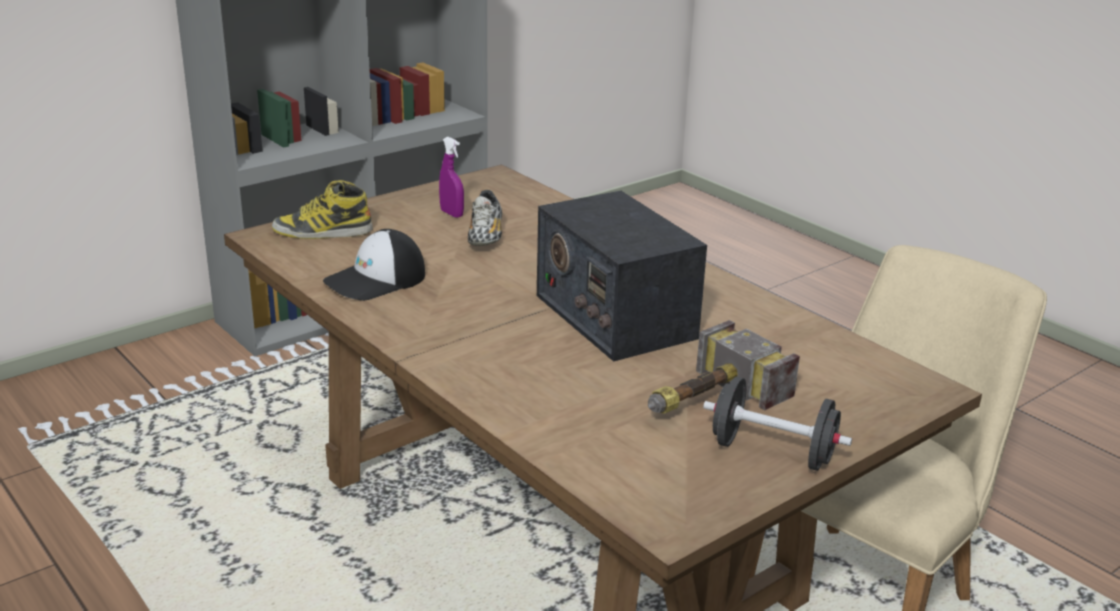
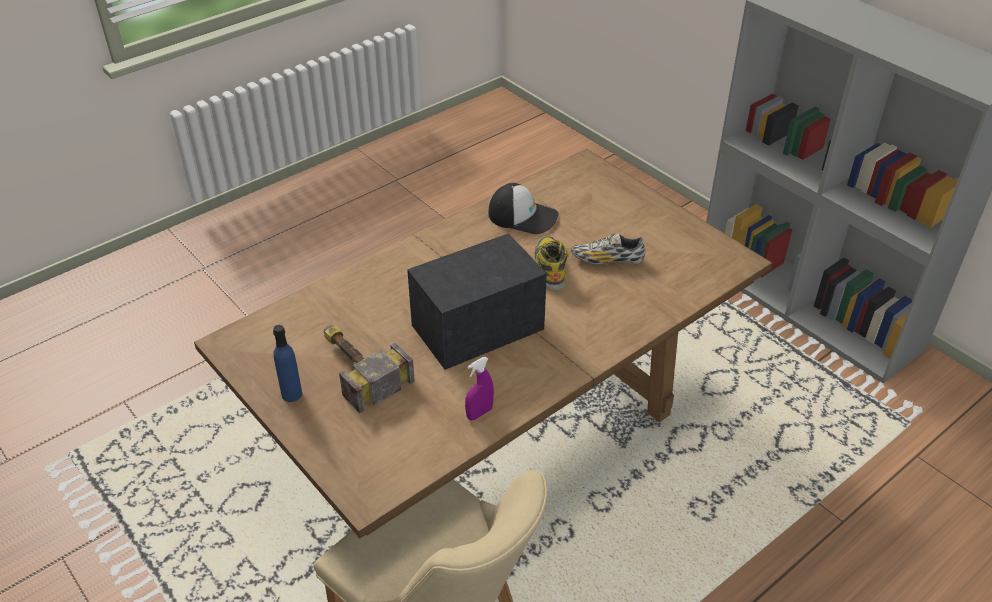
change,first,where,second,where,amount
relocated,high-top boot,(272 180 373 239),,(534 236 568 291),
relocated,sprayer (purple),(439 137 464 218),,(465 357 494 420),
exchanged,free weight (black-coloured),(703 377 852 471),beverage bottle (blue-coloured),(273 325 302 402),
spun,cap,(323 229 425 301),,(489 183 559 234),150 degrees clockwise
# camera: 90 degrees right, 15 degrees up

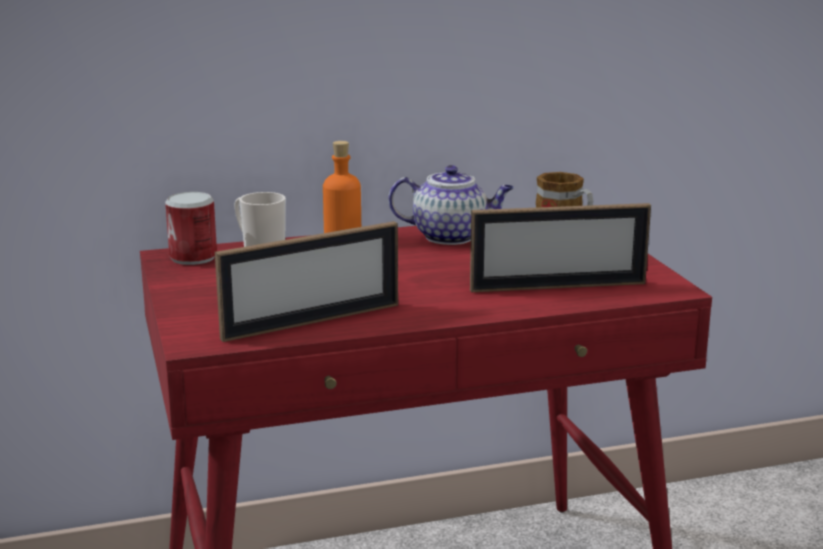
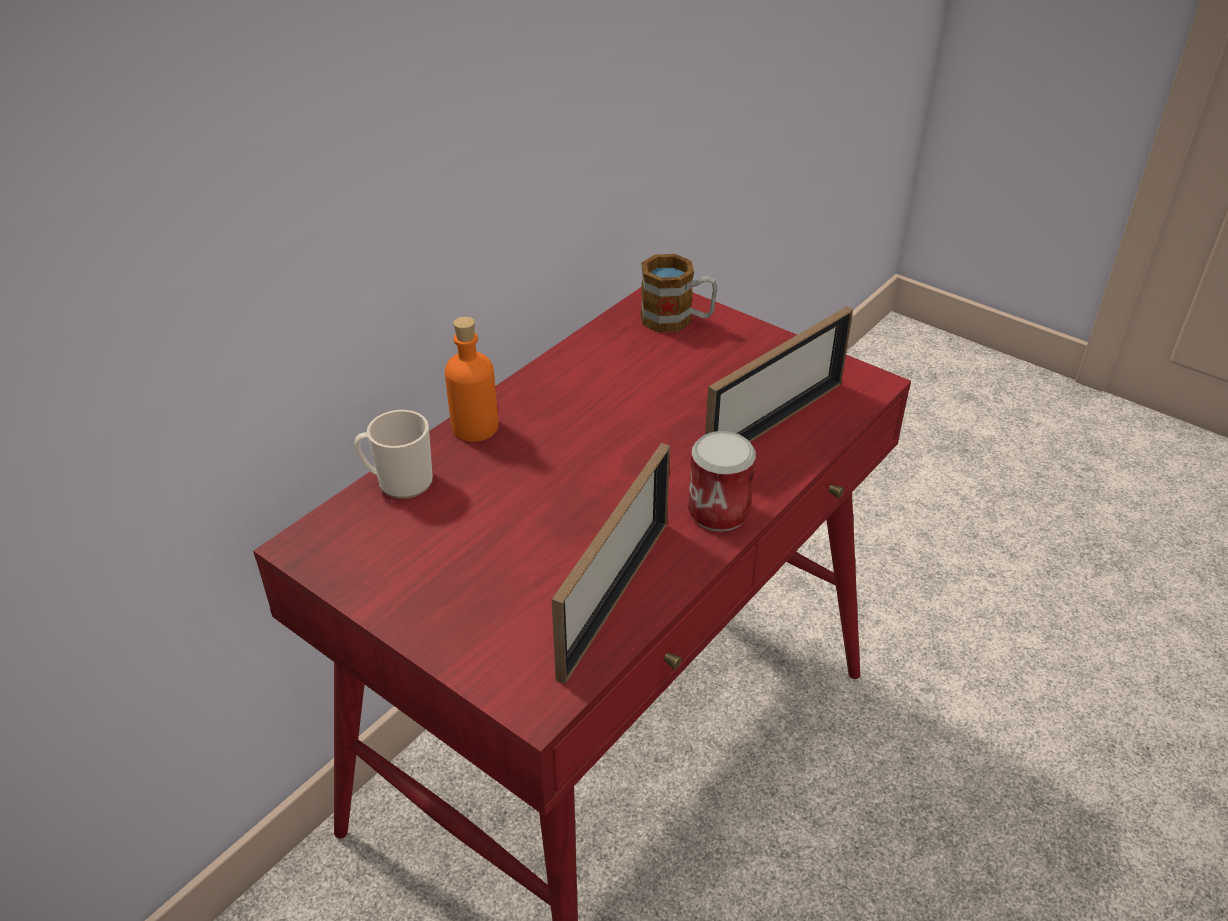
change,first,where,second,where,amount
missing,pot for tea,(389 165 514 245),,,
relocated,sealed can,(165 192 217 265),,(688 431 756 532),
# camera: 35 degrees left, 20 degrees up

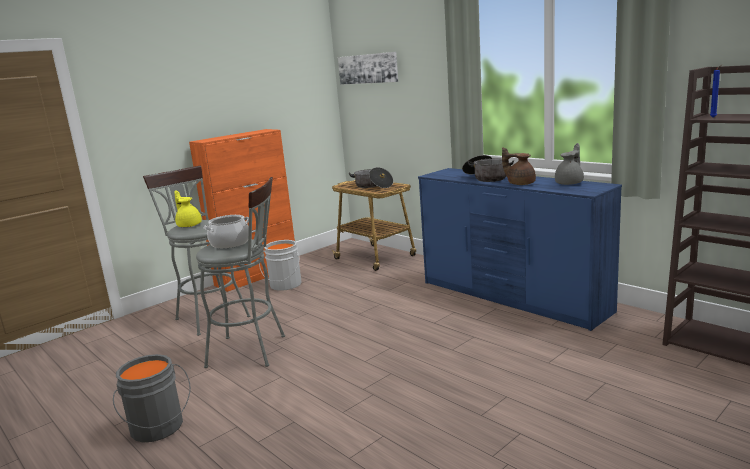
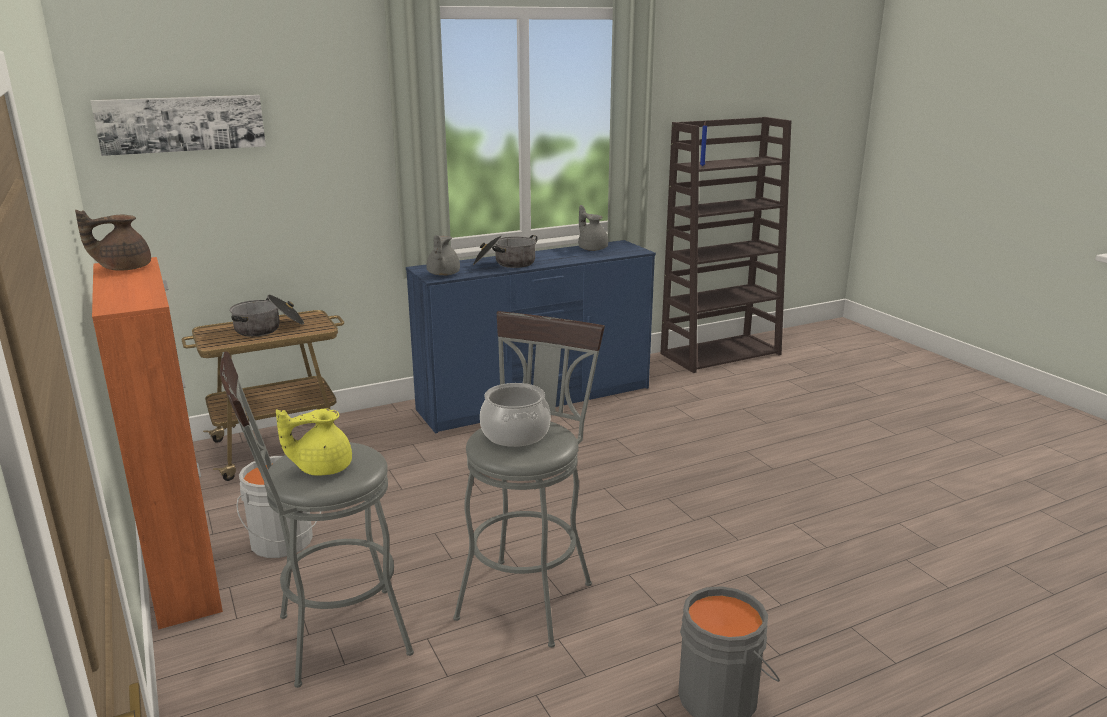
change,first,where,second,where,amount
appeared,,,pot for tea (gray),(426 235 460 276),
relocated,pot for tea (brown),(502 147 536 185),,(75 210 151 271),
# camera: 75 degrees left, 5 degrees up

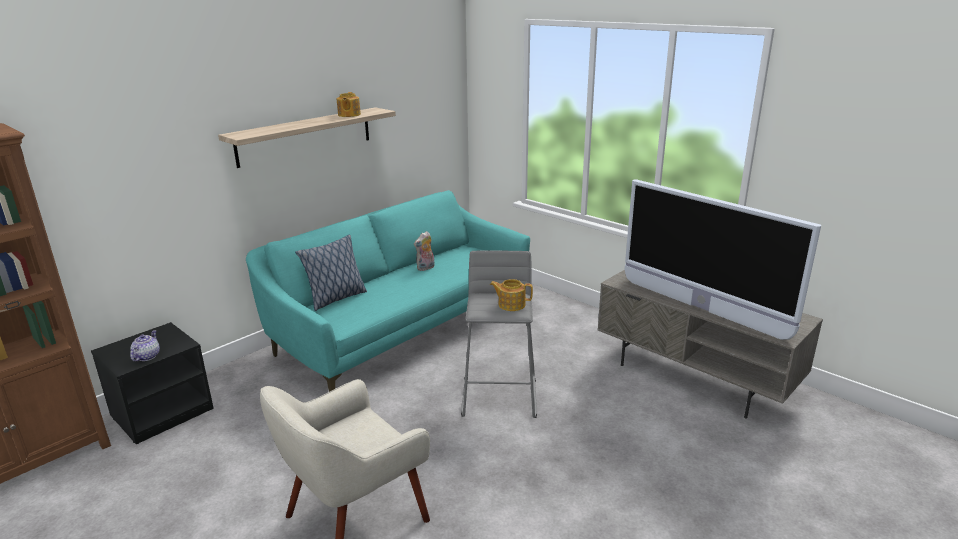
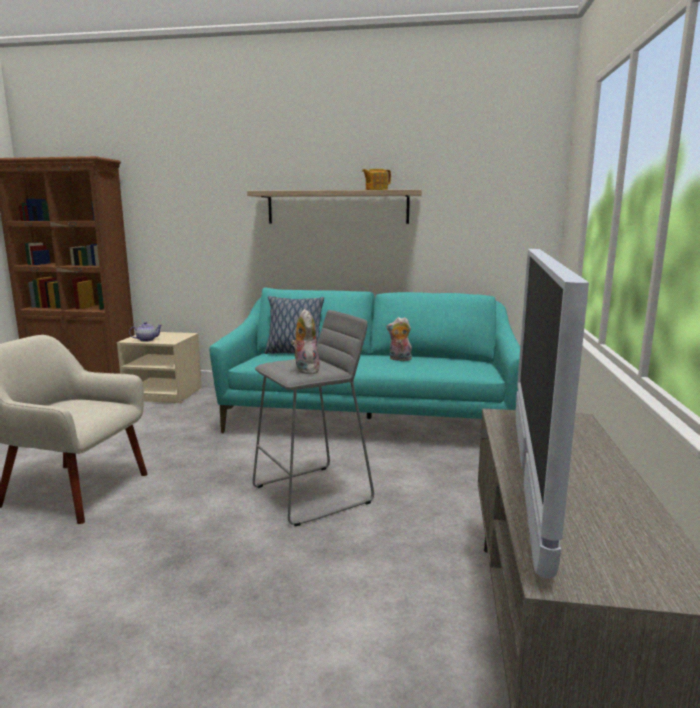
change,first,where,second,where,amount
exchanged,pot for tea,(490 279 533 311),soft toy,(291 309 320 374),
colour,nightstand (black-coloured),(91 322 214 445),nightstand (beige-coloured),(117 332 202 403),
# camera: 55 degrees right, 10 degrees down

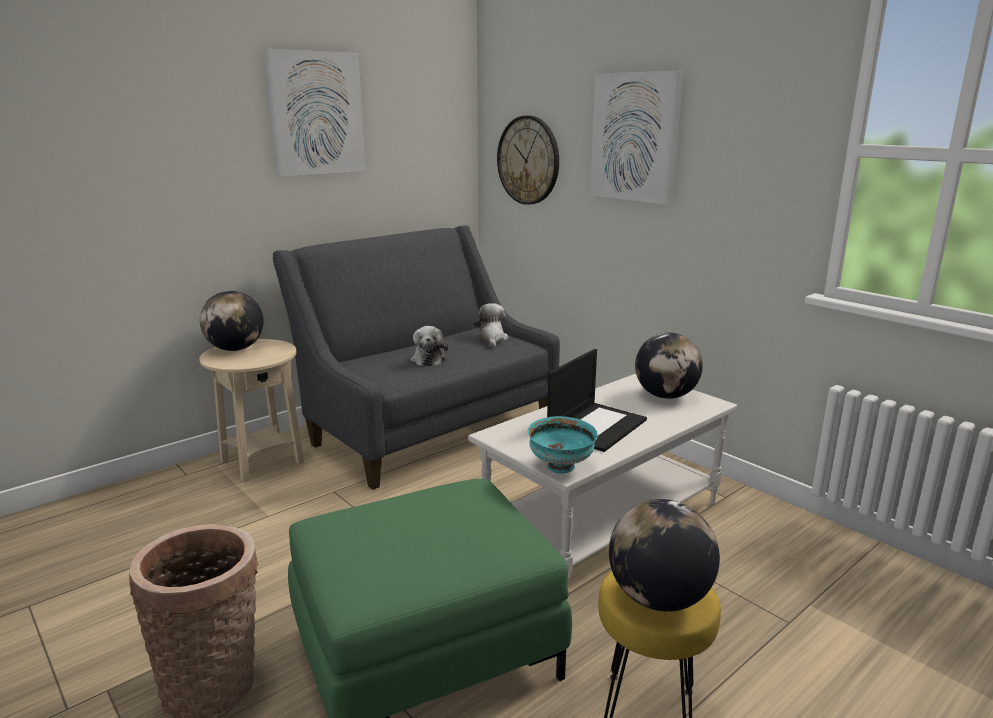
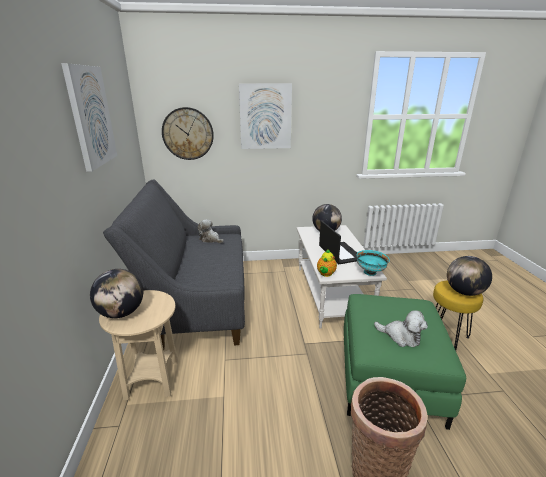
change,first,where,second,where,amount
appeared,,,pot for tea,(317 249 337 277),
relocated,soft toy,(411 326 448 366),,(374 310 428 347),
# camera: 55 degrees left, 5 degrees up

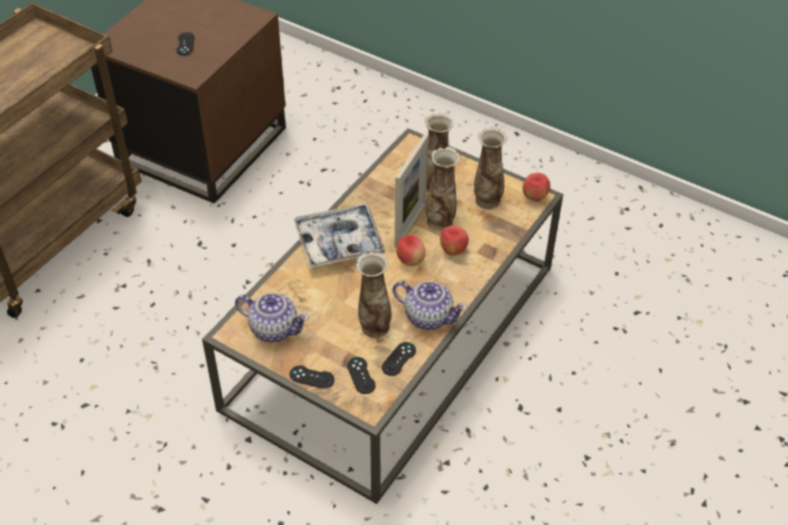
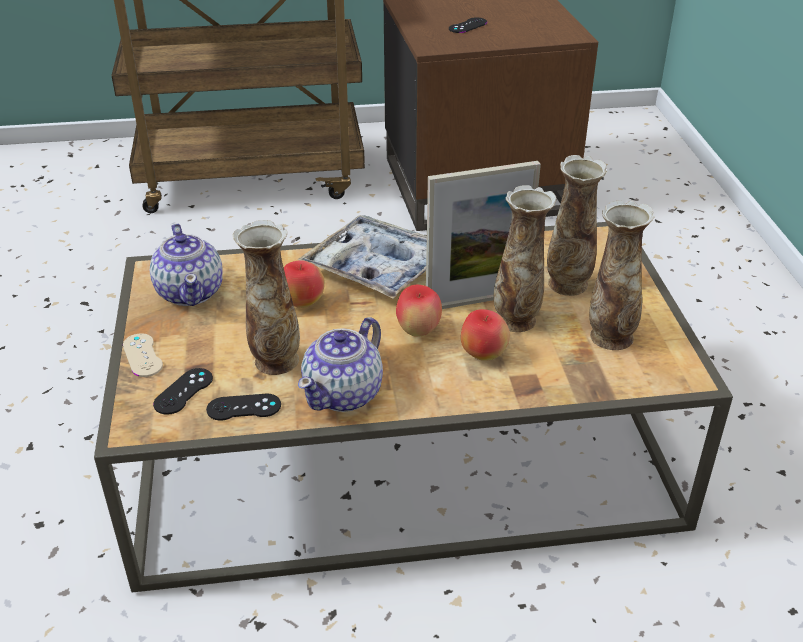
change,first,where,second,where,amount
relocated,apple fruit,(523 173 550 201),,(284 260 325 308),
colour,joypad (black-coloured),(289 365 335 389),joypad (beige-coloured),(123 333 163 377),
spun,pot for tea,(392 281 467 330),,(298 317 383 412),45 degrees clockwise
# camera: 50 degrees right, 10 degrees down

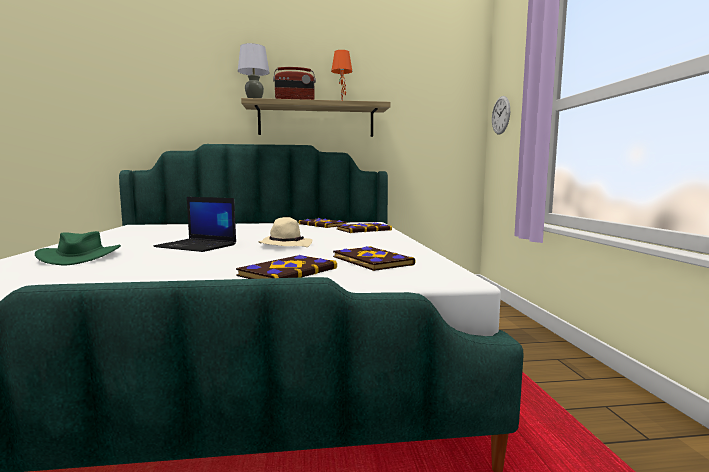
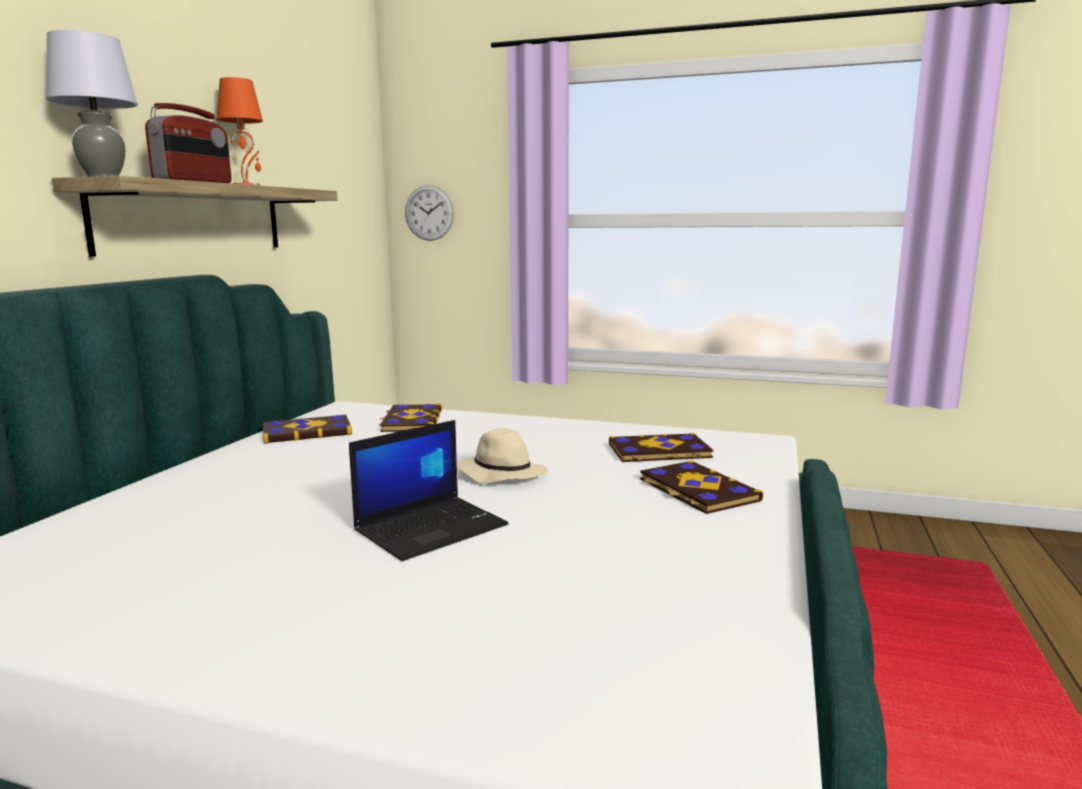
change,first,where,second,where,amount
missing,wearable hat (greenish),(35 231 121 265),,,
# camera: 65 degrees left, 5 degrees up

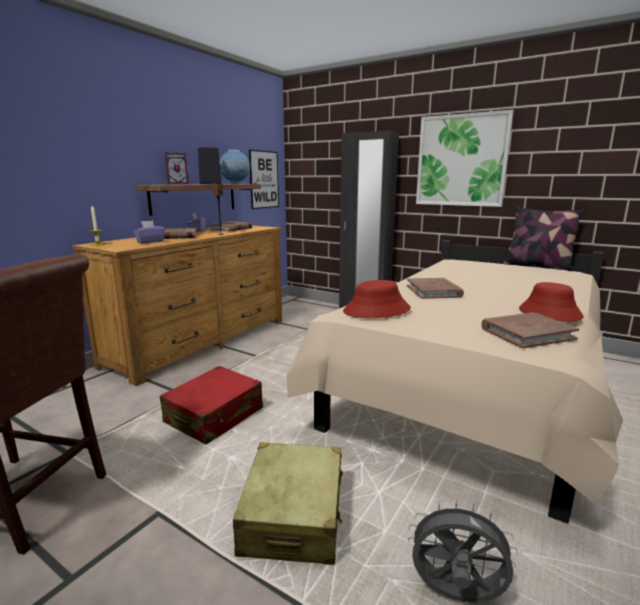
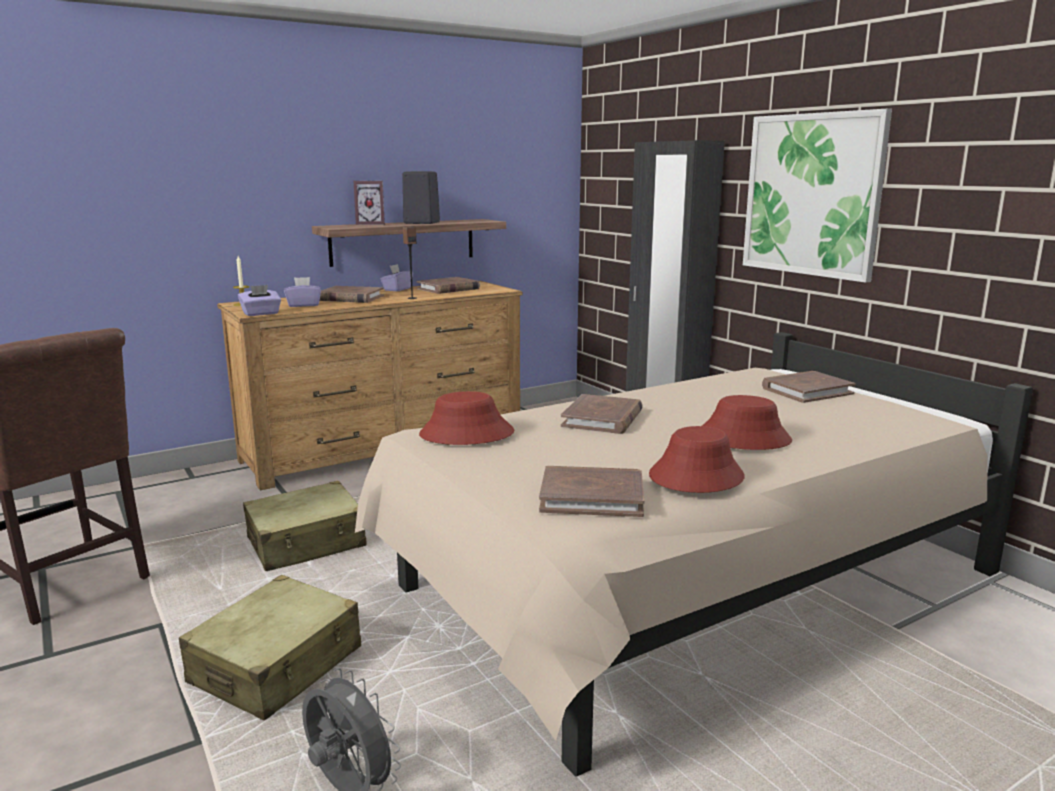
change,first,where,second,where,amount
missing,desk globe,(219 149 250 184),,,
missing,wall picture,(249 150 279 209),,,
missing,pillow,(503 206 584 271),,,
appeared,,,tissue holder (purple),(238 285 281 316),
appeared,,,wearable hat (red-coloured),(702 395 792 450),
appeared,,,volume (brown),(762 371 855 403),
colour,suitcase (red-coloured),(160 366 263 444),suitcase (beige-coloured),(243 481 367 571),
# camera: 25 degrees right, 0 degrees up

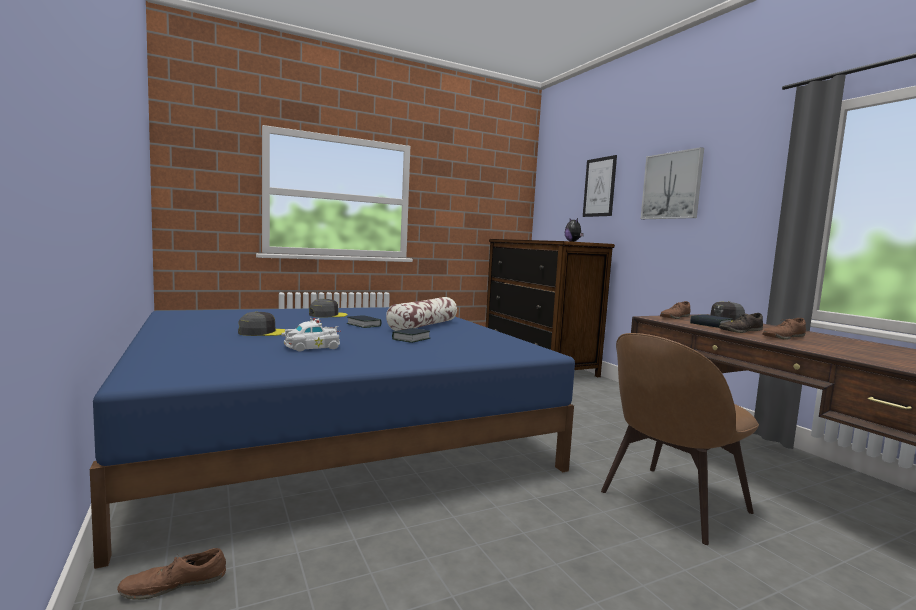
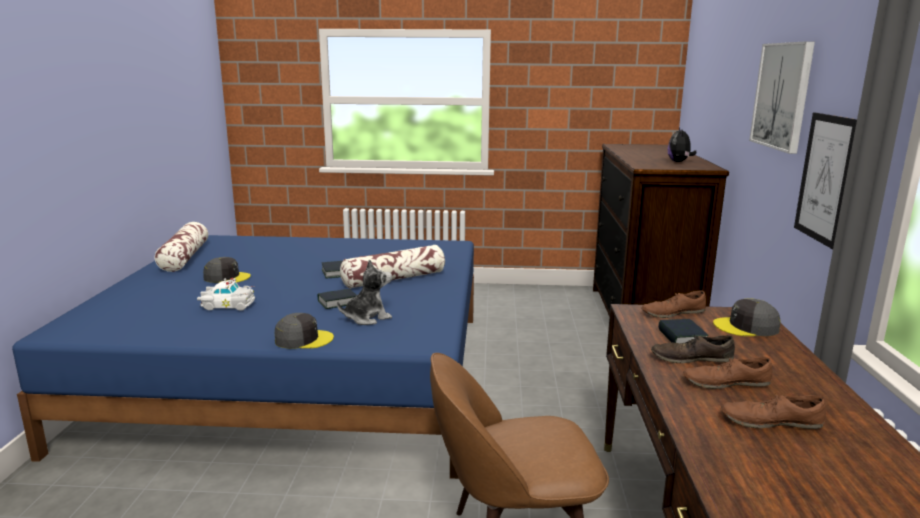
change,first,where,second,where,amount
appeared,,,pillow,(155 222 208 272),
appeared,,,soft toy,(337 259 392 325),
relocated,shoe (brown),(117 548 226 600),,(721 393 826 429),
relocated,cap (gray),(309 299 348 317),,(275 313 334 349),
relocated,wall picture,(583 155 617 217),,(794 113 857 249),
# camera: 30 degrees right, 10 degrees up

